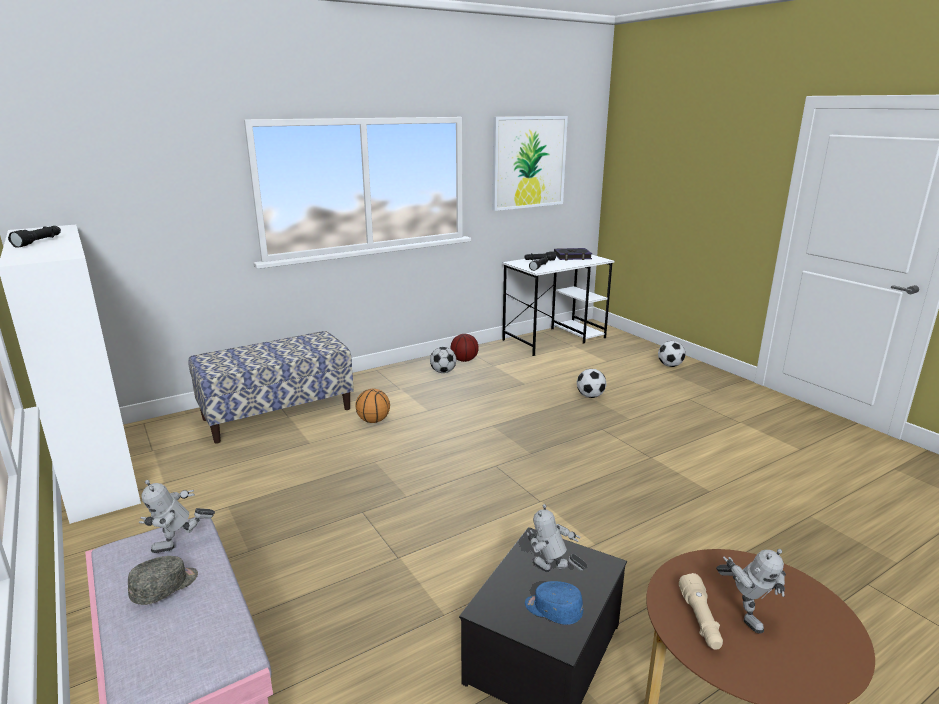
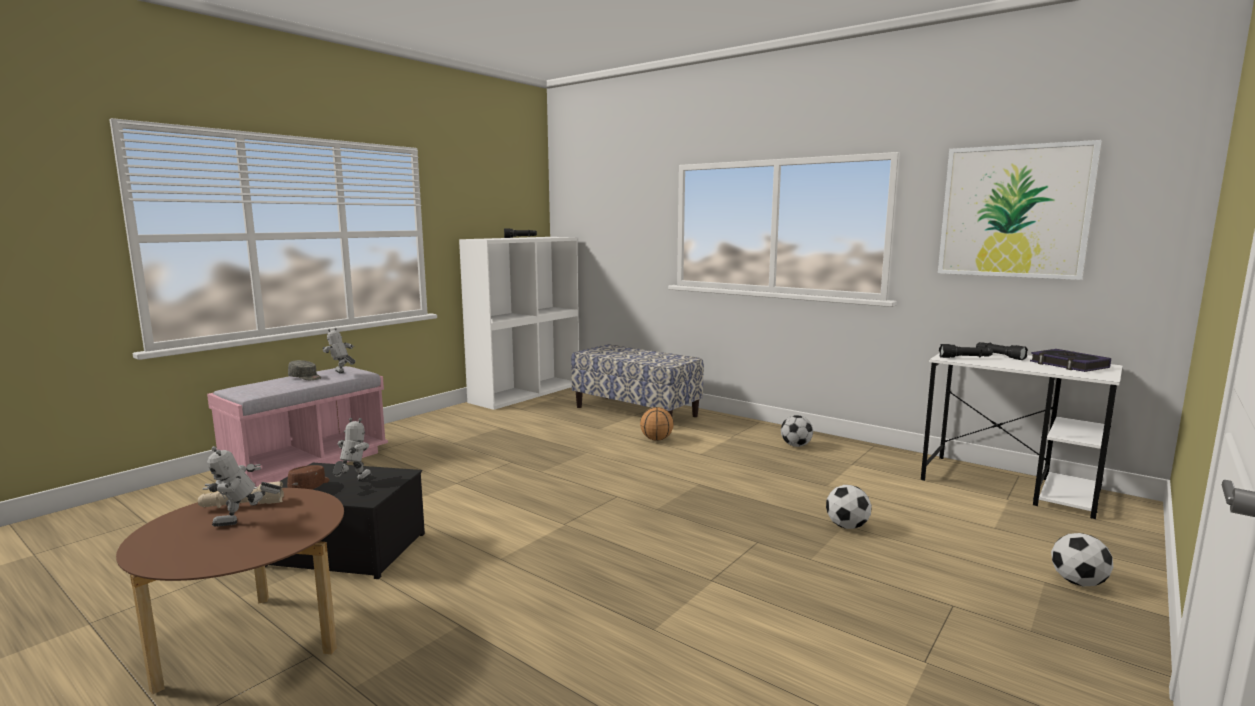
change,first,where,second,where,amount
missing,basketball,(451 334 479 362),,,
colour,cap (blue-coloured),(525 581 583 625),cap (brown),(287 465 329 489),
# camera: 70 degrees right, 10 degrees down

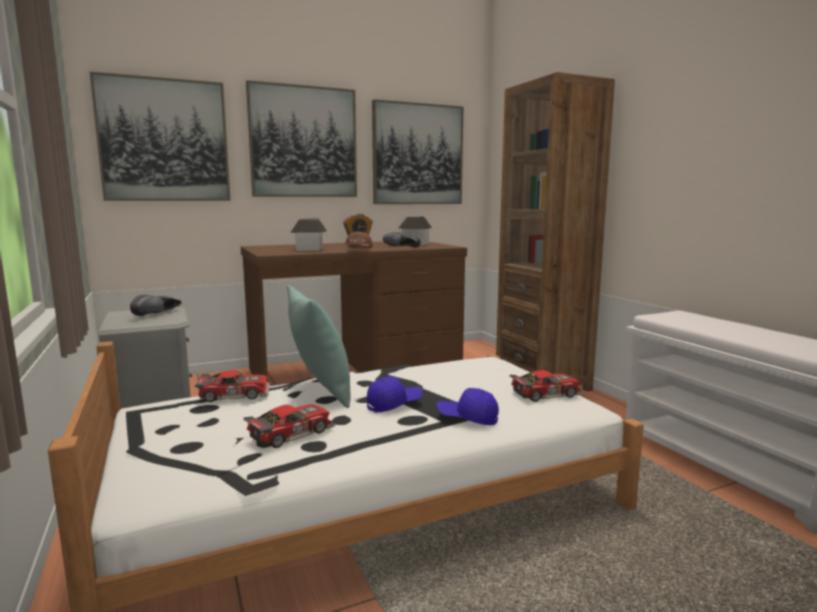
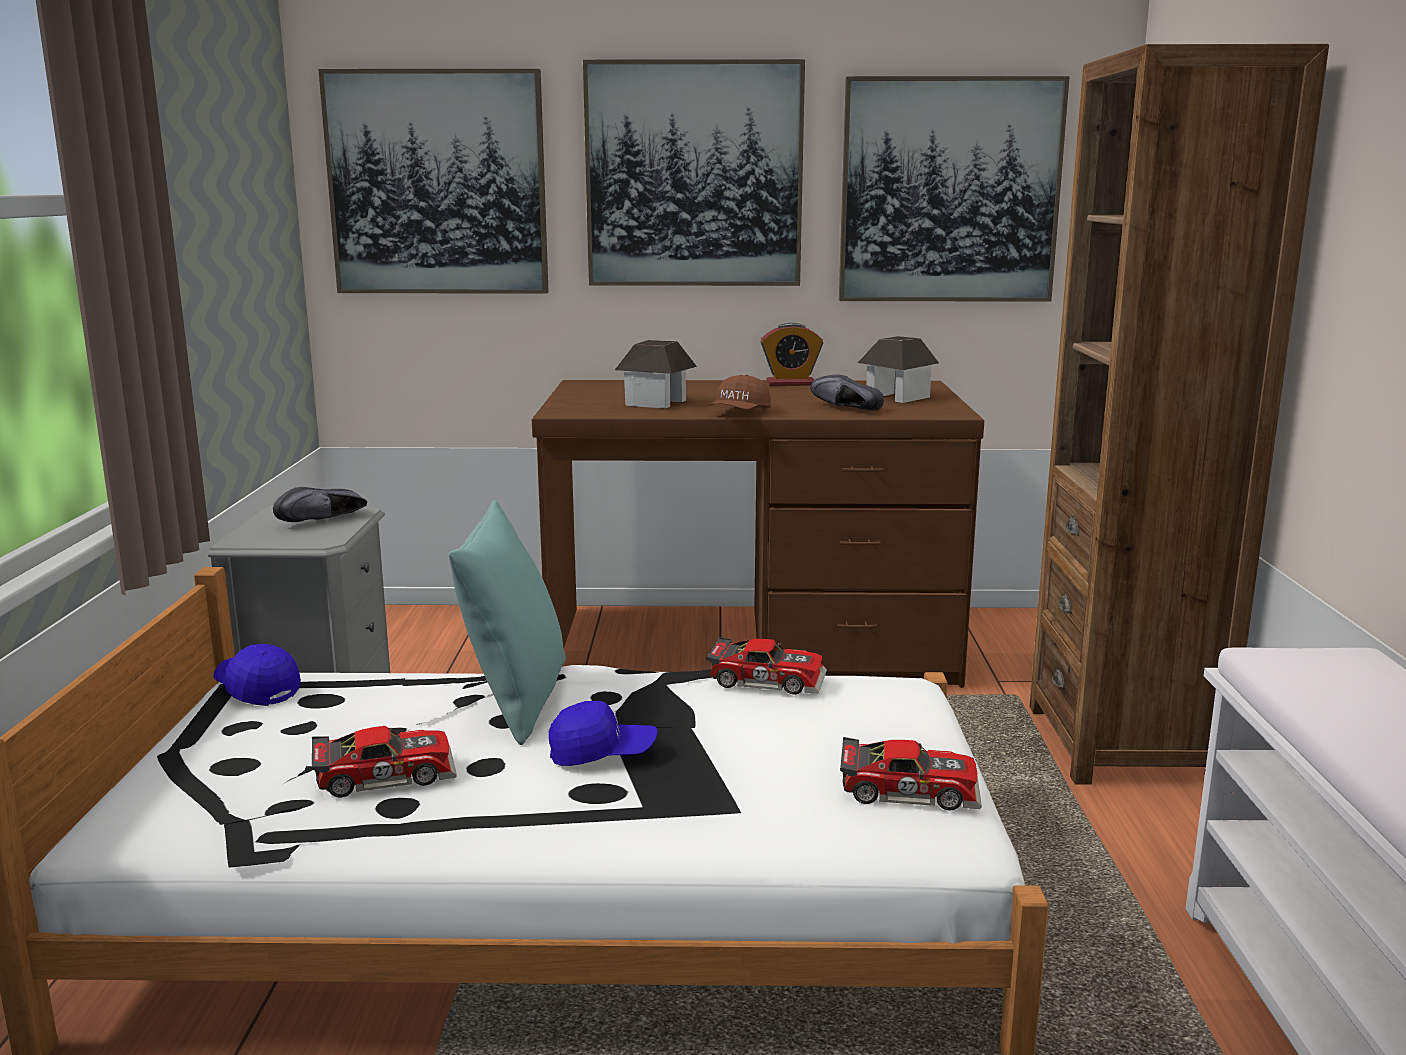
change,first,where,second,where,amount
relocated,miniature car,(195 370 270 402),,(706 637 827 695),
relocated,cap (blue-coloured),(436 388 499 425),,(213 644 301 706),
# camera: 25 degrees right, 5 degrees up

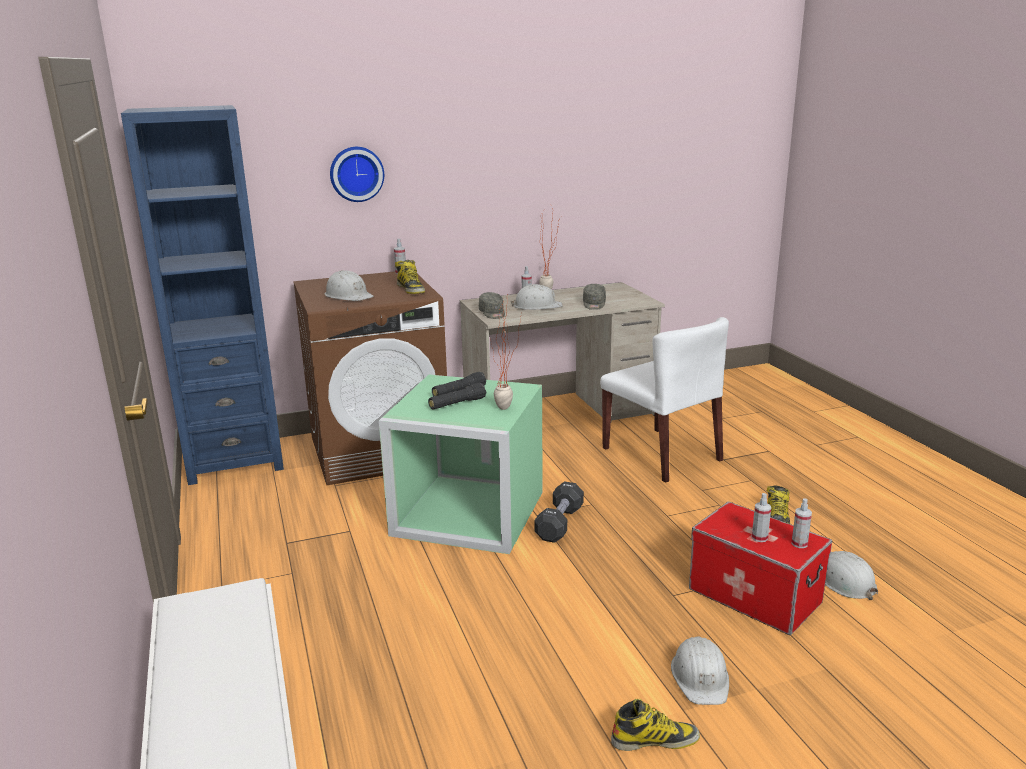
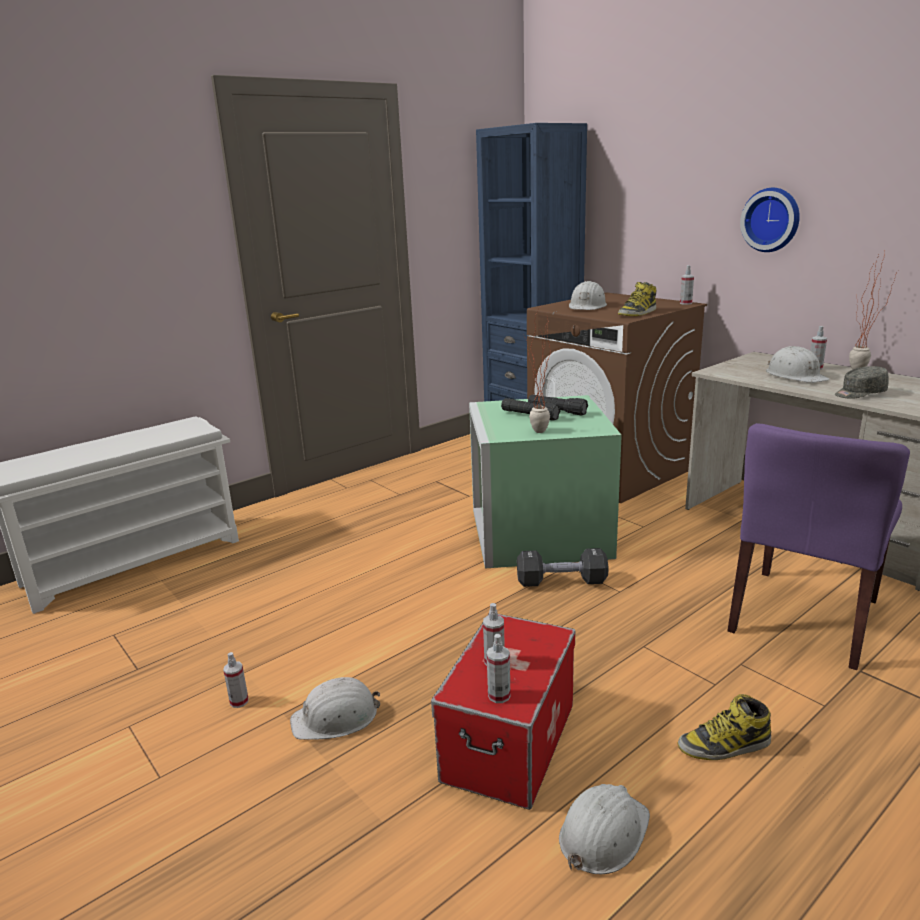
change,first,where,second,where,amount
missing,cap (gray),(479 292 505 319),,,
relocated,hanging clock,(330 147 384 202),,(740 188 800 252),
exchanged,high-top boot,(611 699 700 751),sprayer,(223 652 249 708),
colour,chair (whitish),(600 317 729 483),chair (purple),(727 423 910 670),
# camera: 70 degrees right, 0 degrees up

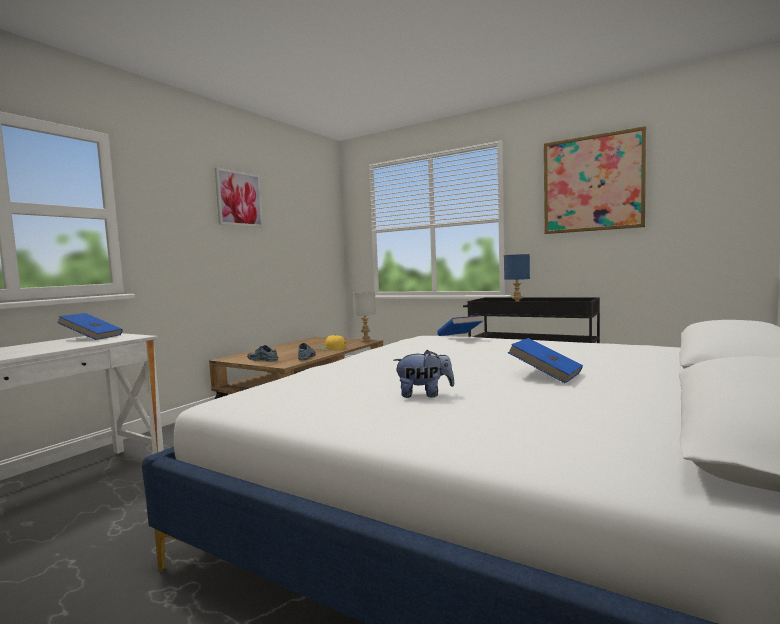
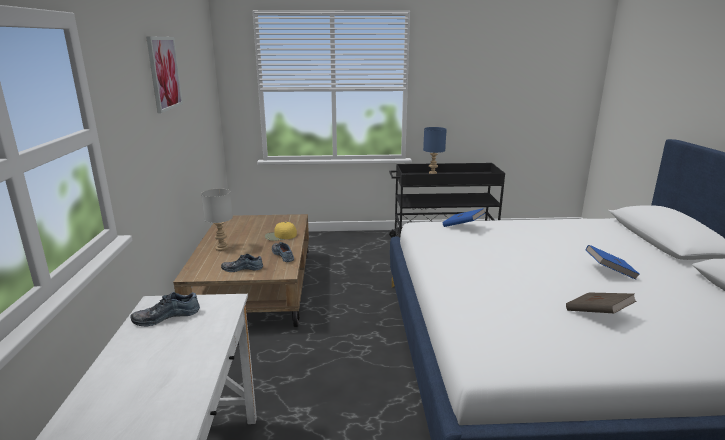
change,first,where,second,where,amount
missing,wall picture,(544 126 646 234),,,
relocated,tabletop lamp (gray),(353 292 376 342),,(201 188 233 251),
exchanged,volume (blue-coloured),(57 313 122 340),shoe,(130 292 200 326),
exchanged,soft toy,(393 350 454 398),volume (brown),(566 293 636 313),
# camera: 35 degrees left, 15 degrees up

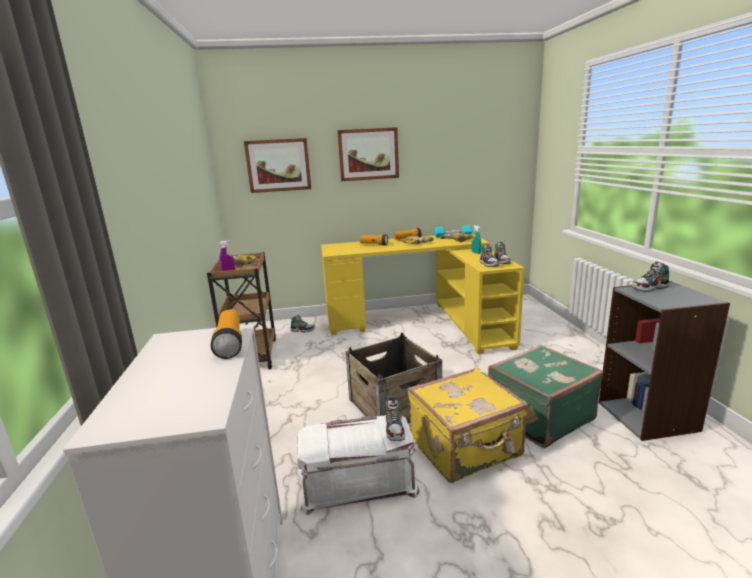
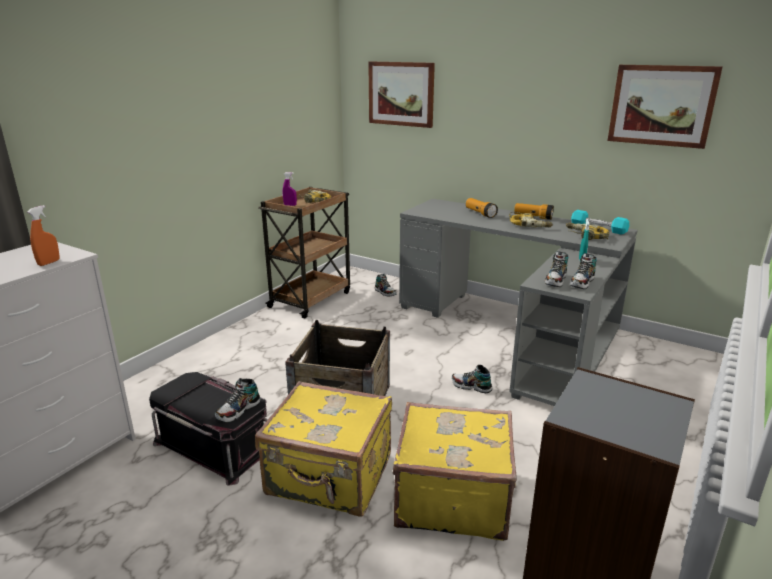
change,first,where,second,where,amount
relocated,wall picture,(337 127 399 181),,(607 65 722 149),
relocated,shoe,(632 261 669 292),,(452 365 492 393),
exchanged,torch,(211 310 242 359),sprayer (orange-coloured),(28 205 59 266),
colour,storage bin (whitish),(297 415 420 515),storage bin (black-coloured),(149 372 268 486),
colour,desk unit (yellow-coloured),(321 234 524 354),desk unit (gray),(399 199 638 406),
colour,suitcase (greenish),(488 345 603 448),suitcase (yellow-coloured),(393 402 517 541),
# camera: 40 degrees right, 5 degrees up

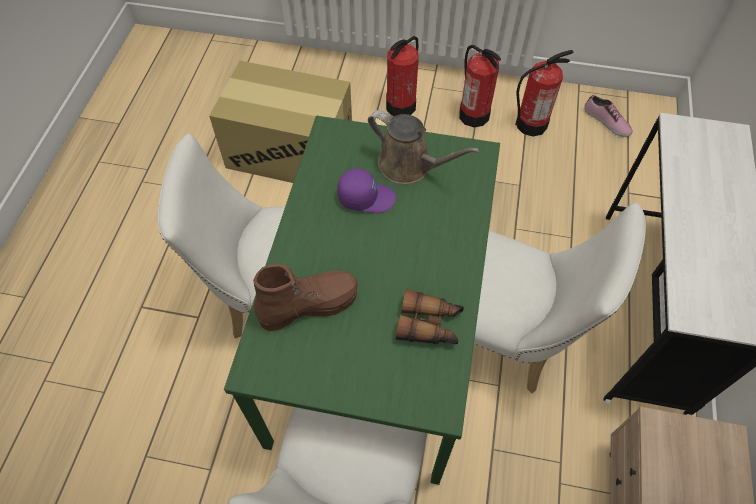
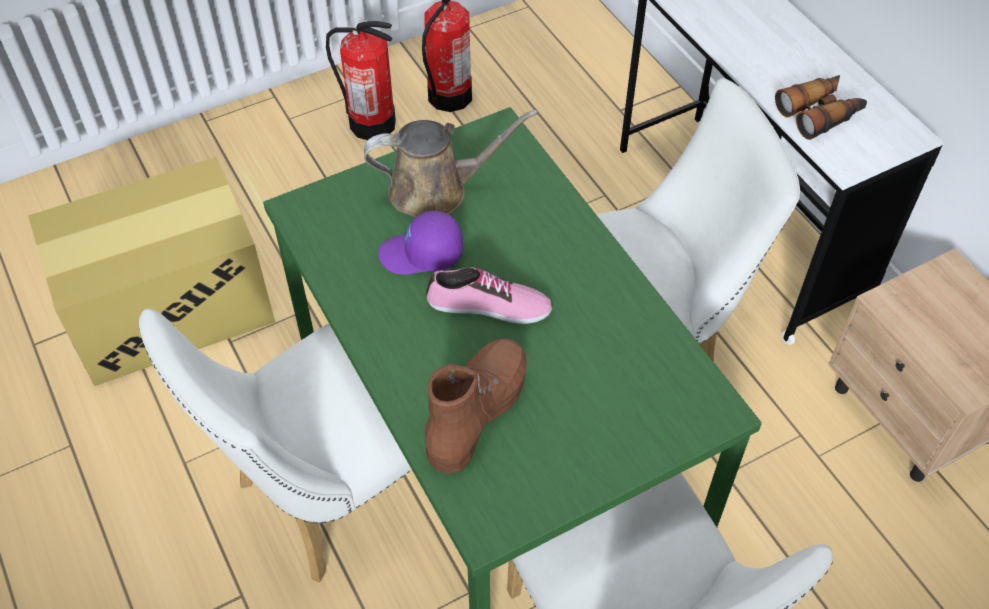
change,first,where,second,where,amount
missing,fire-fighting cylinder,(386 36 419 116),,,
relocated,pair of binoculars,(396 289 464 344),,(775 75 867 140),
relocated,shoe,(584 95 633 137),,(426 267 552 324),
spun,cap (purple),(337 168 396 213),,(378 211 463 275),150 degrees counterclockwise
# camera: 40 degrees left, 5 degrees down

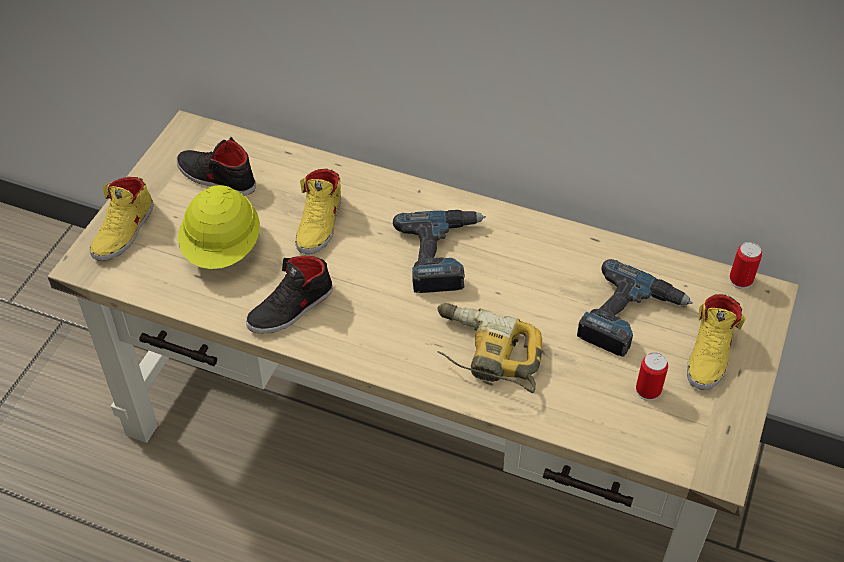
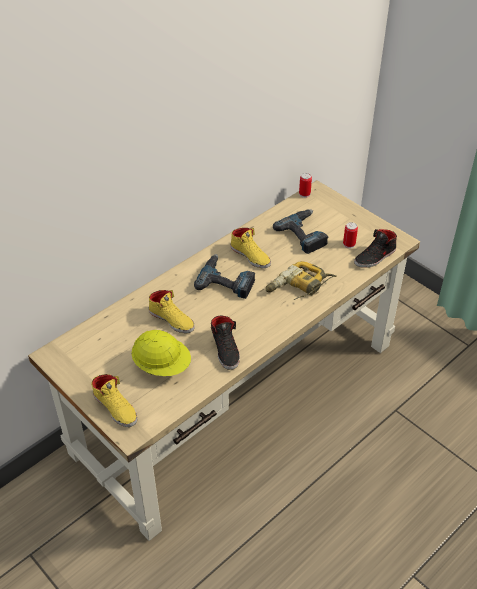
change,first,where,second,where,amount
relocated,shoe (black-coloured),(177 137 256 196),,(354 229 397 268),
relocated,shoe (yellow-coloured),(687 294 746 390),,(230 228 271 268),
# camera: 65 degrees left, 5 degrees down

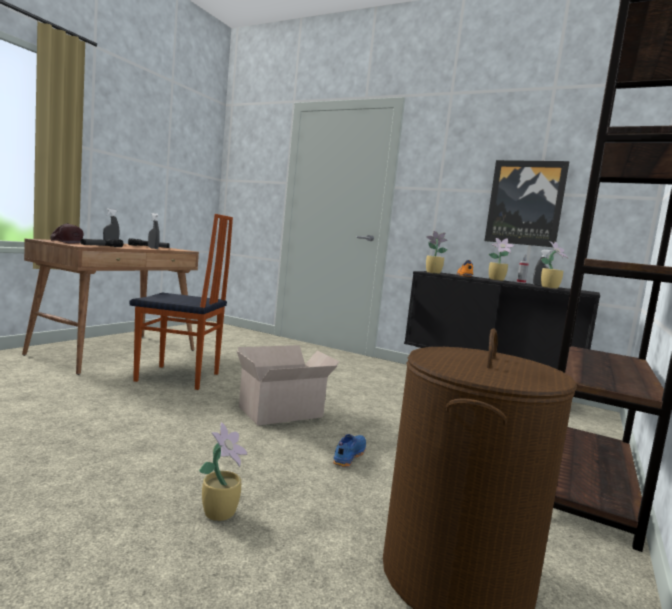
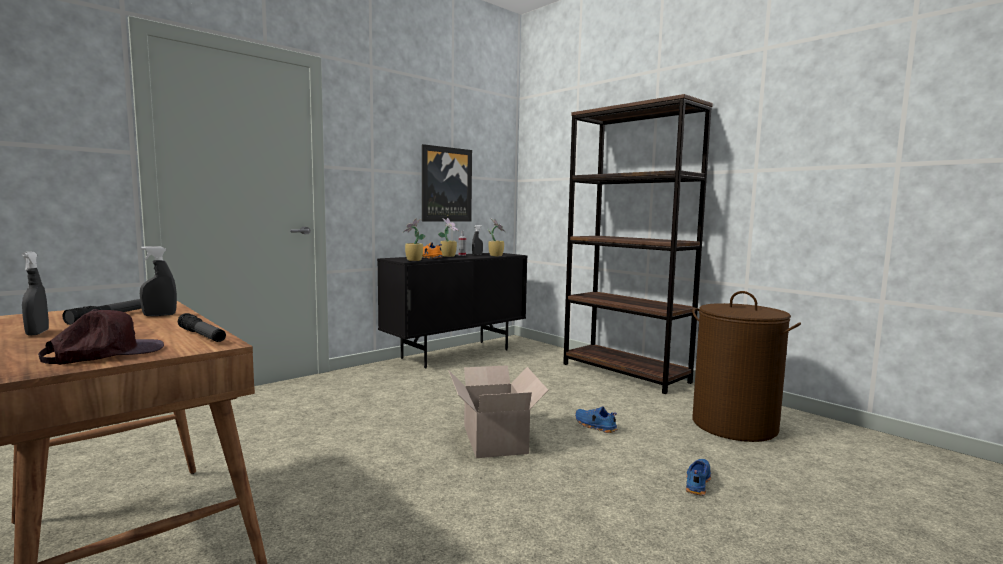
change,first,where,second,where,amount
missing,chair,(129 214 233 390),,,
exchanged,potted plant,(199 422 248 521),shoe (blue-coloured),(686 459 711 496),
# camera: 70 degrees left, 0 degrees up

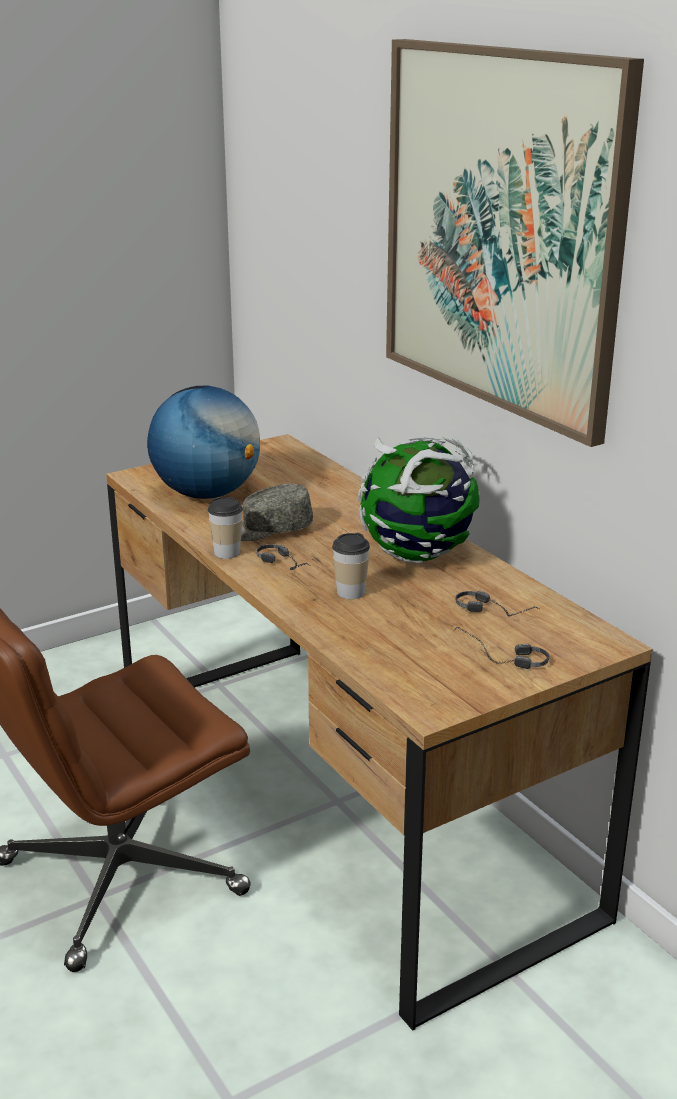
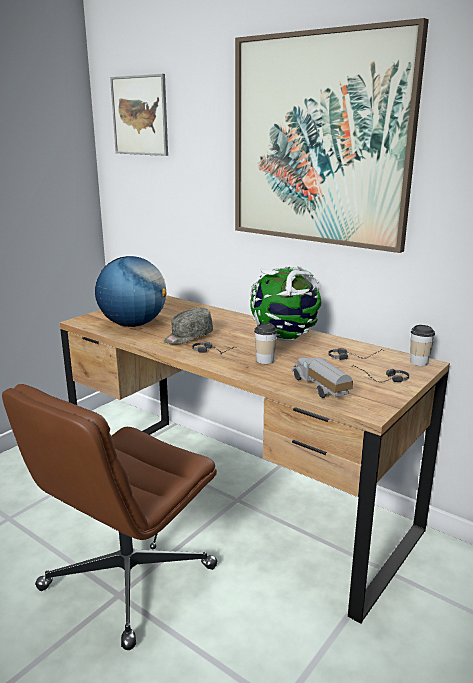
change,first,where,second,where,amount
appeared,,,wall picture,(110 74 168 156),
appeared,,,toy truck,(291 357 353 398),
relocated,small cup,(208 497 243 559),,(410 325 435 366),
# camera: 20 degrees left, 5 degrees down

